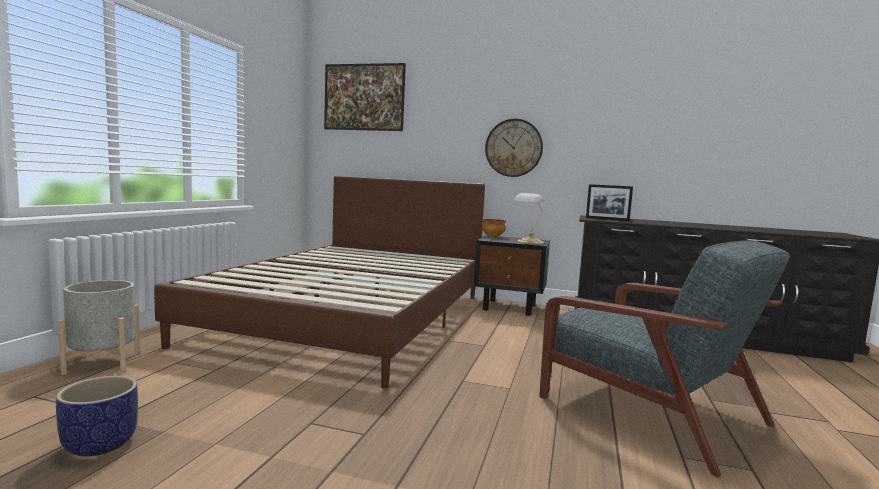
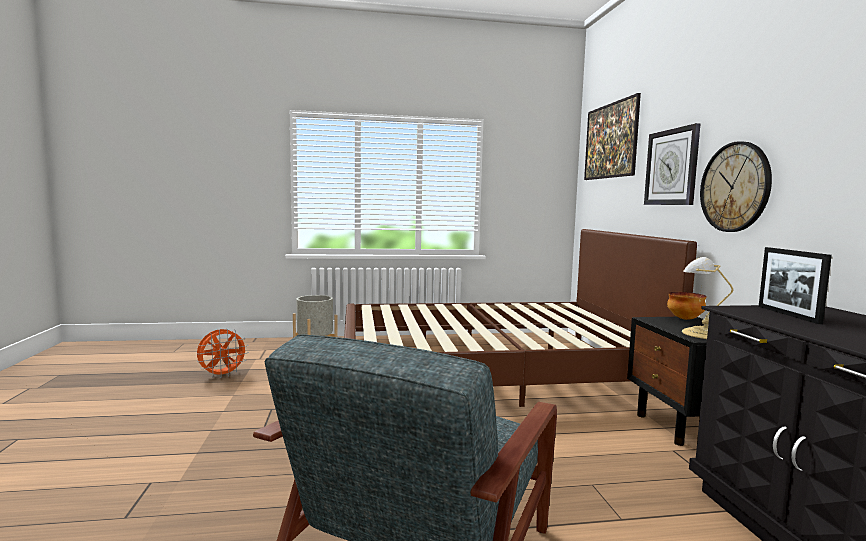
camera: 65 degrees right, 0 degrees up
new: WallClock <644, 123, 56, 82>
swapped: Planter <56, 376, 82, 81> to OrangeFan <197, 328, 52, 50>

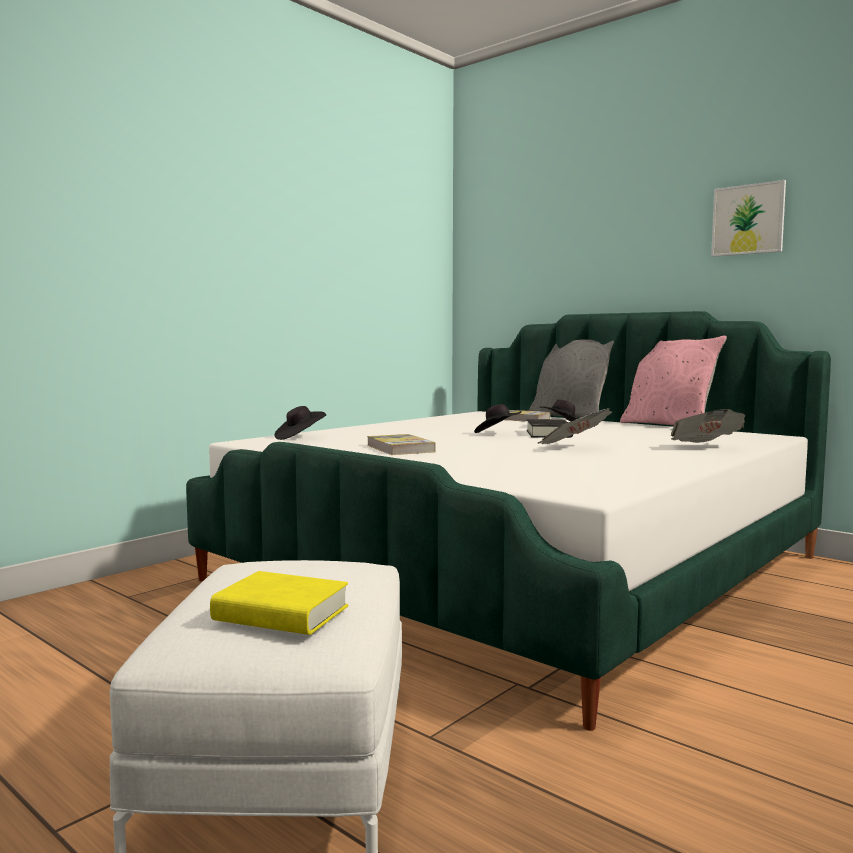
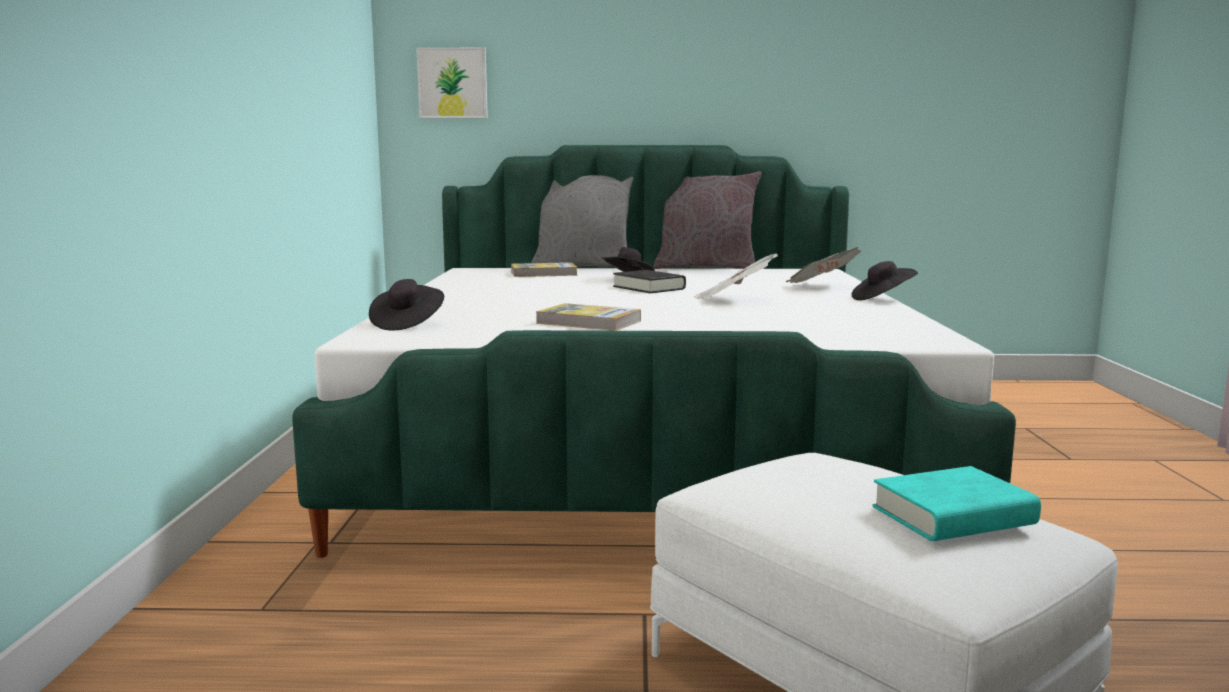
camera: 40 degrees left, 5 degrees up
shifted: BlackHat <474, 404, 48, 29> to <851, 261, 67, 39>; Picture <711, 180, 75, 77> to <416, 47, 72, 71>
repainted: YellowBook <210, 571, 138, 64> to TurquoiseBook <872, 466, 169, 75>; PinkPillow <620, 336, 107, 89> to GreyPillow <653, 171, 108, 98>

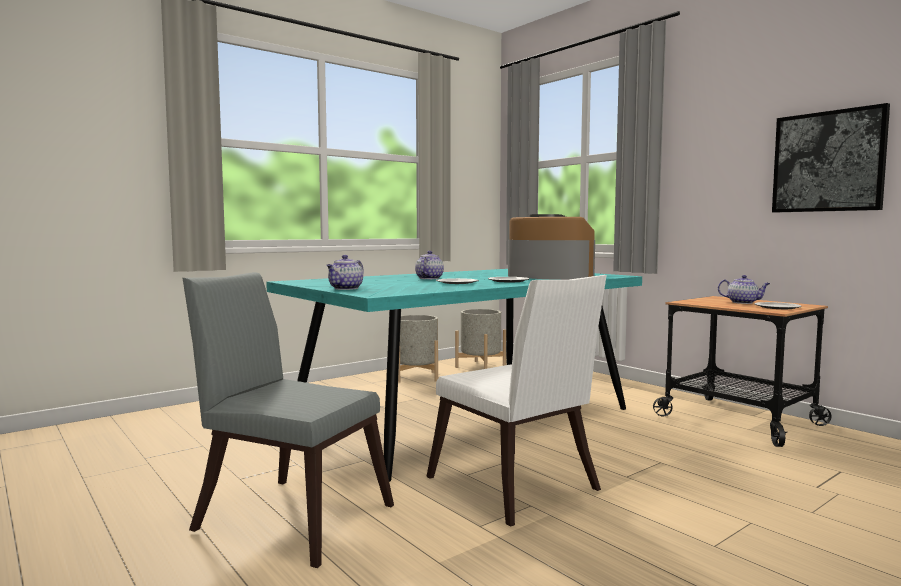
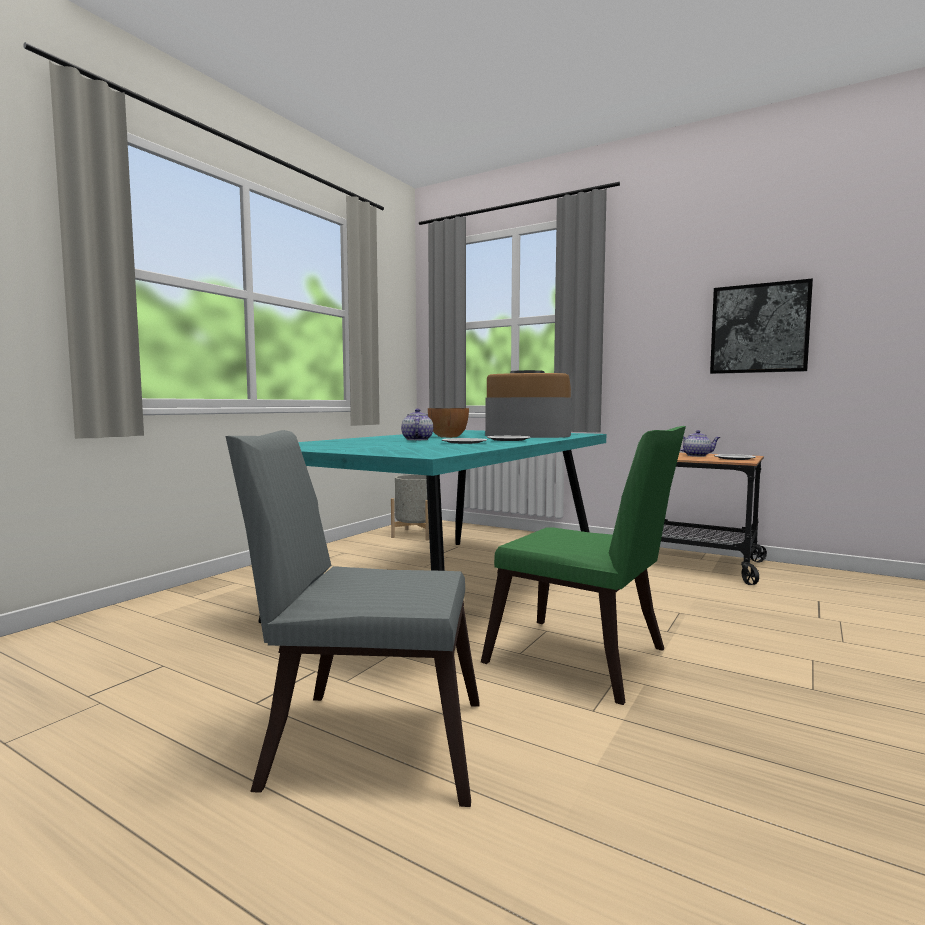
camera: 20 degrees left, 0 degrees up
gone: Teapot <326, 255, 38, 35>; GreyPlanter <398, 315, 40, 68>
new: Bowl <428, 408, 41, 30>
repainted: WhiteChair <426, 275, 181, 252> to GreenChair <481, 426, 205, 279>

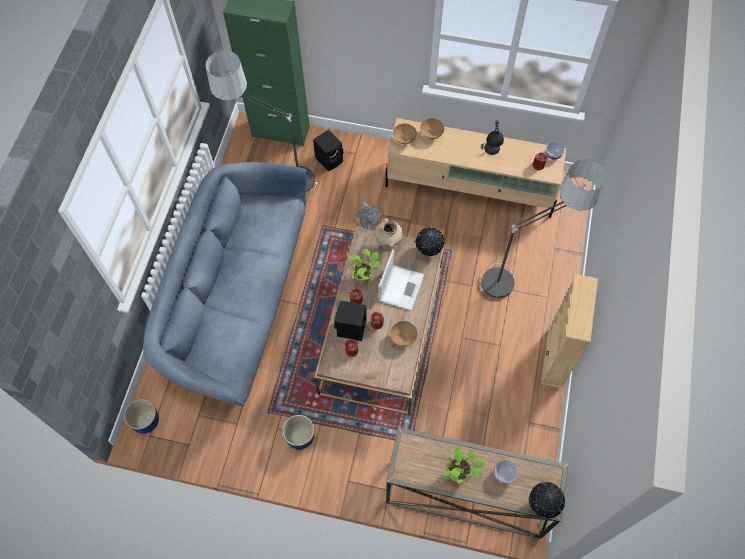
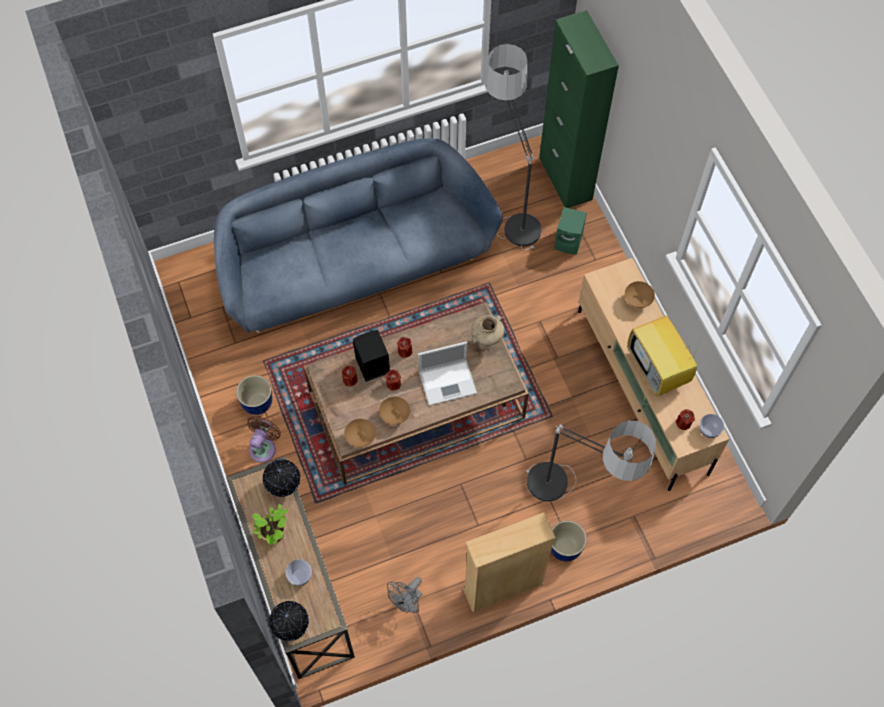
camera: 55 degrees right, 0 degrees up
gone: PottedPlant <349, 248, 32, 36>
new: BrownFan <247, 416, 34, 47>
shifted: Planter <124, 399, 35, 35> to <551, 521, 36, 41>; GreyFan <354, 201, 30, 29> to <387, 577, 35, 36>; BrownBowl <393, 124, 24, 20> to <344, 419, 32, 29>; Globe <415, 227, 29, 29> to <263, 459, 37, 38>
swapped: BlackTableLamp <481, 119, 23, 36> to Television <627, 316, 72, 81>
repainted: BlackSpeaker <313, 129, 31, 42> to GreenSpeaker <554, 207, 33, 47>

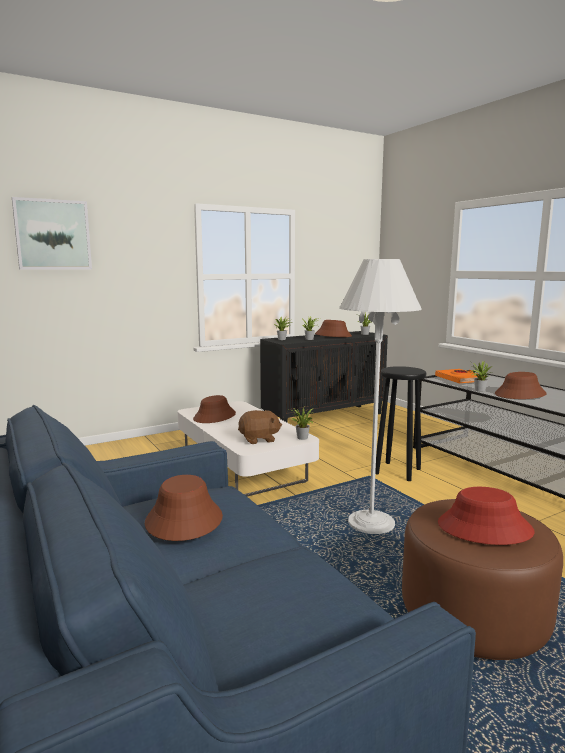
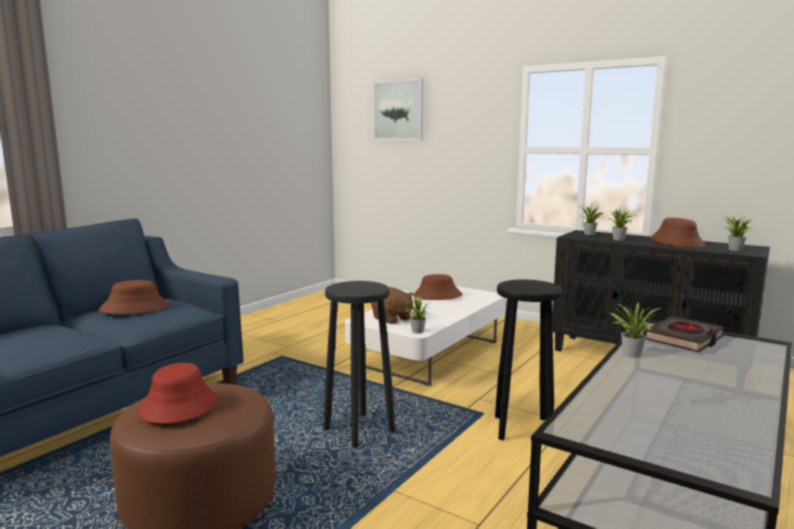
camera: 65 degrees right, 0 degrees up
gone: BrownHat <495, 372, 52, 27>
swapped: WhiteFloorLamp <339, 259, 83, 275> to BlackStool <324, 281, 71, 167>
repainted: OrangeBook <435, 369, 45, 14> to BlackBook <643, 316, 81, 36>

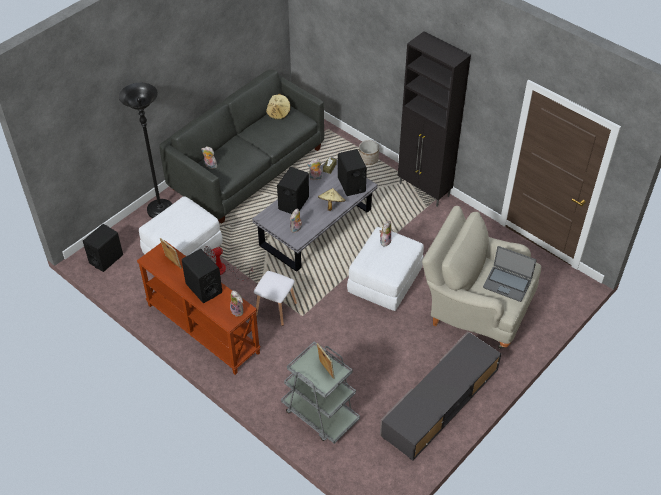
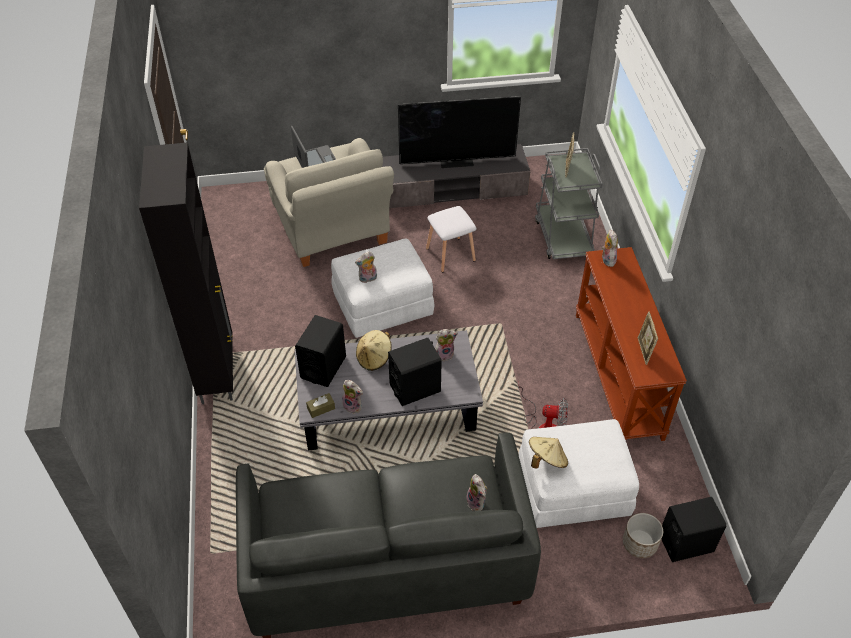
camera: 140 degrees left, 0 degrees up
gone: BlackFloorLamp <119, 83, 53, 135>; BlackSpeaker <182, 249, 40, 54>
new: Television <398, 96, 123, 72>
shifted: WhiteStool <254, 271, 43, 55> to <426, 206, 50, 66>; BeigeHat <266, 94, 25, 26> to <529, 437, 39, 31>; Planter <359, 140, 20, 25> to <623, 513, 40, 45>

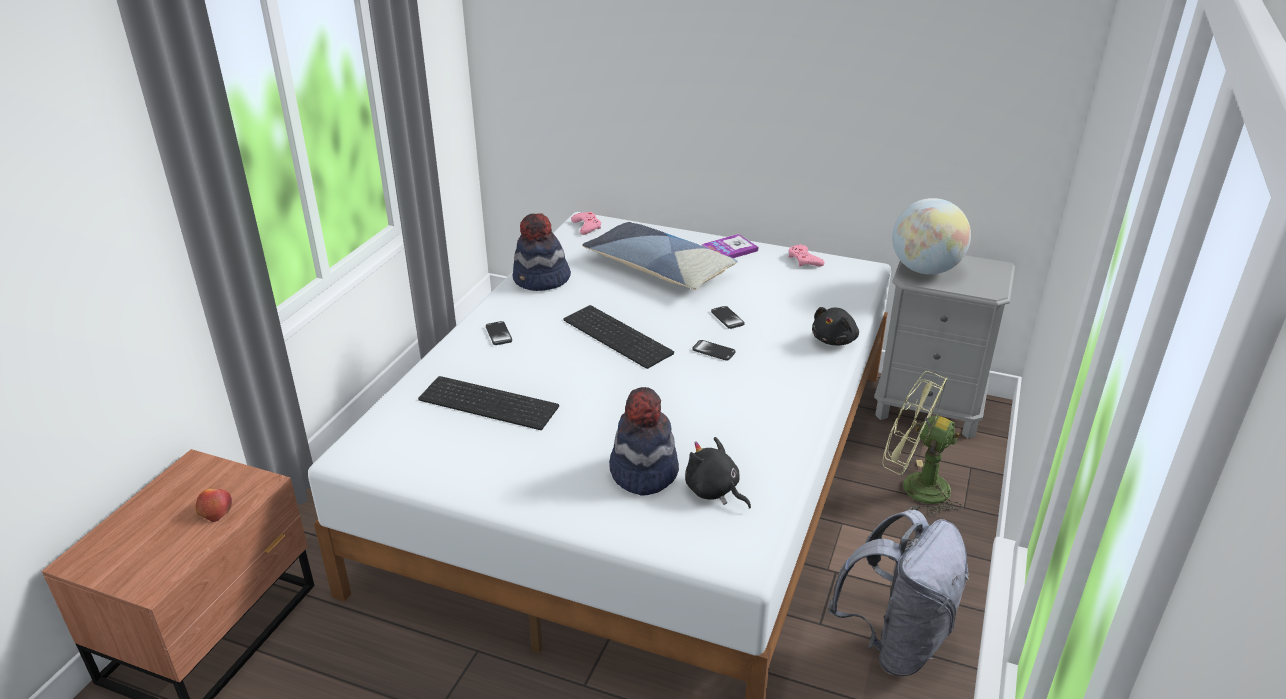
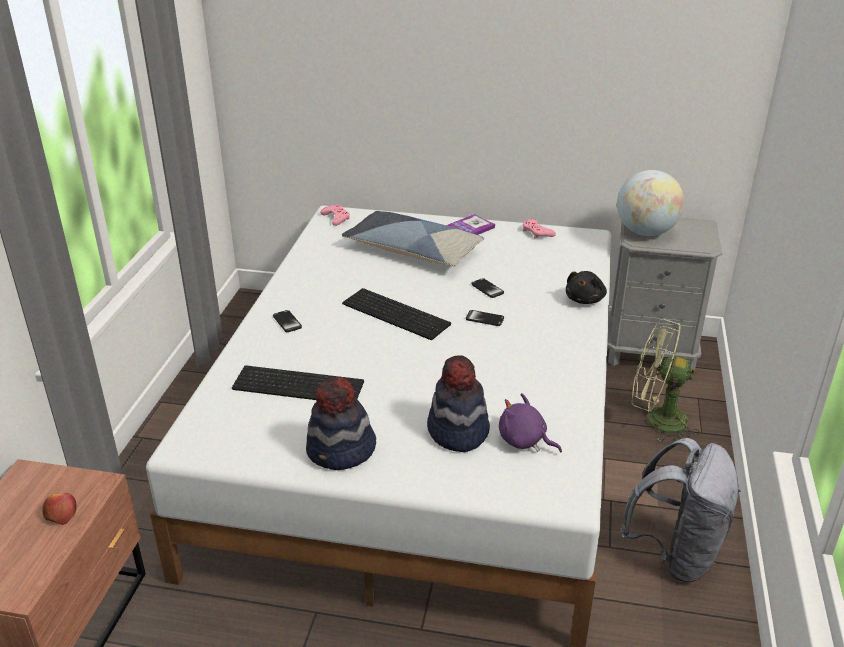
camera: 10 degrees left, 0 degrees up
shifted: Hat <513, 213, 58, 78> to <306, 376, 70, 94>
repainted: BlackPlushToy <685, 437, 66, 72> to PurplePlushToy <499, 393, 63, 60>

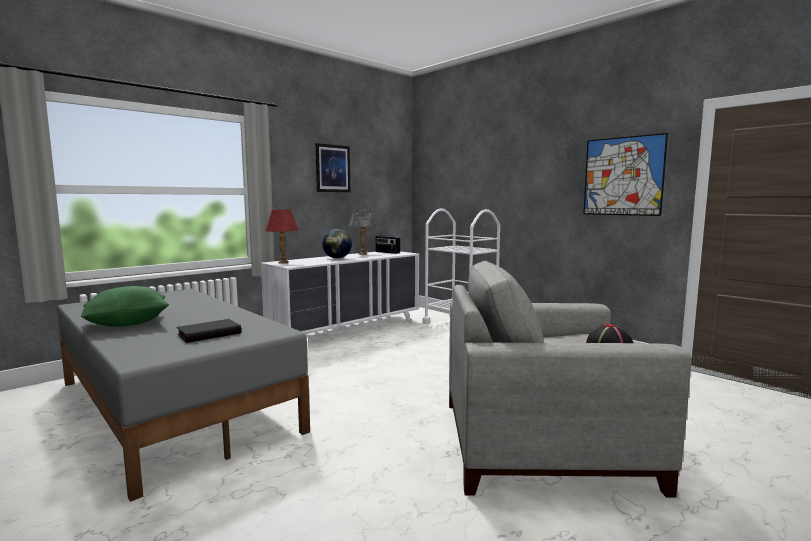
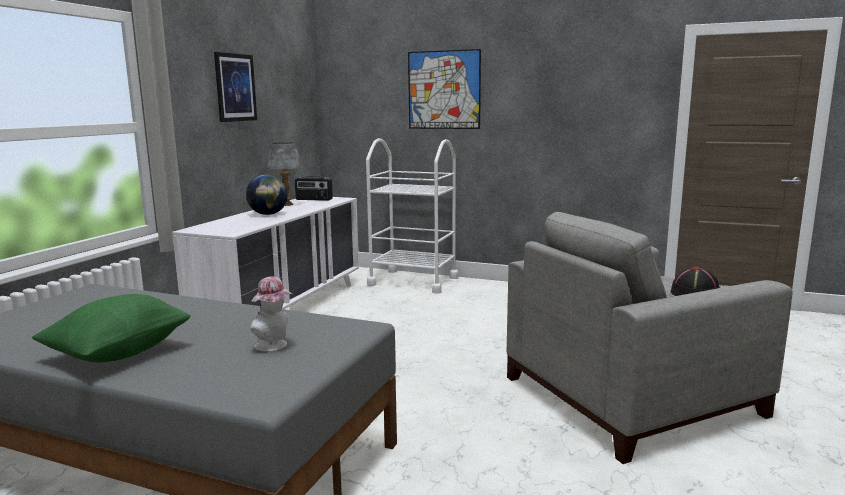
camera: 25 degrees left, 5 degrees up
gone: RedTableLamp <265, 210, 34, 53>
shifted: Picture <583, 133, 85, 83> to <408, 49, 73, 80>
swapped: BlackBook <177, 319, 64, 24> to Hat <250, 276, 43, 76>

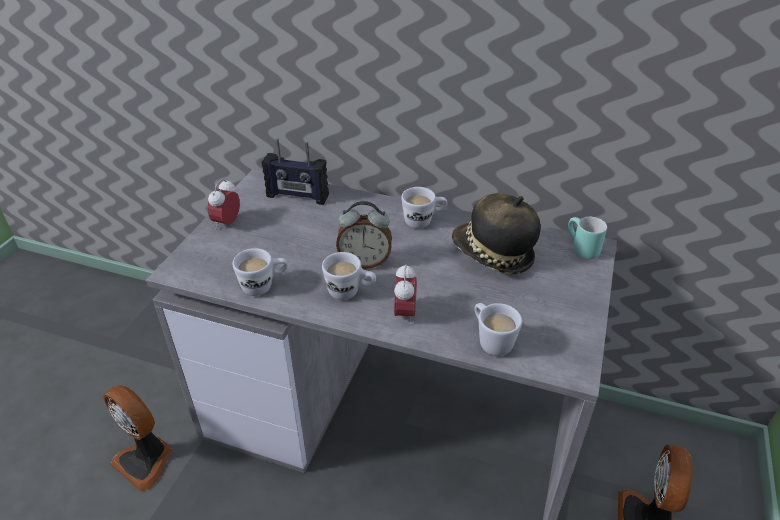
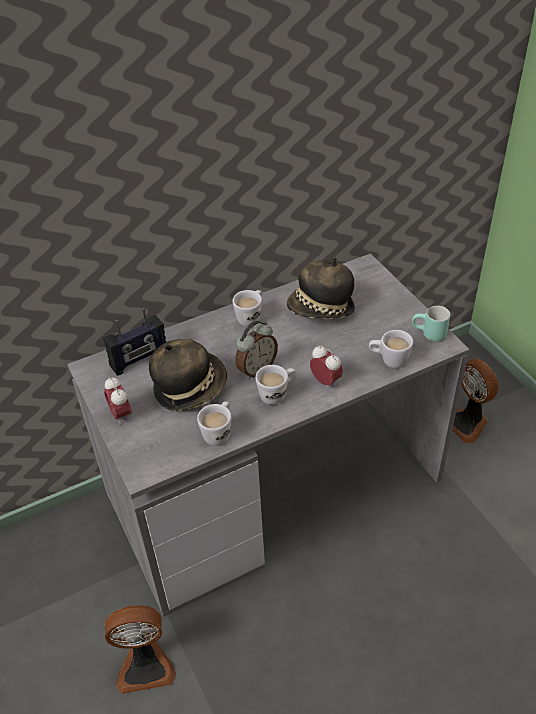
camera: 45 degrees left, 5 degrees up
new: Hat <149, 339, 78, 72>
shifted: TurquoiseMug <568, 217, 39, 43> to <412, 306, 38, 36>

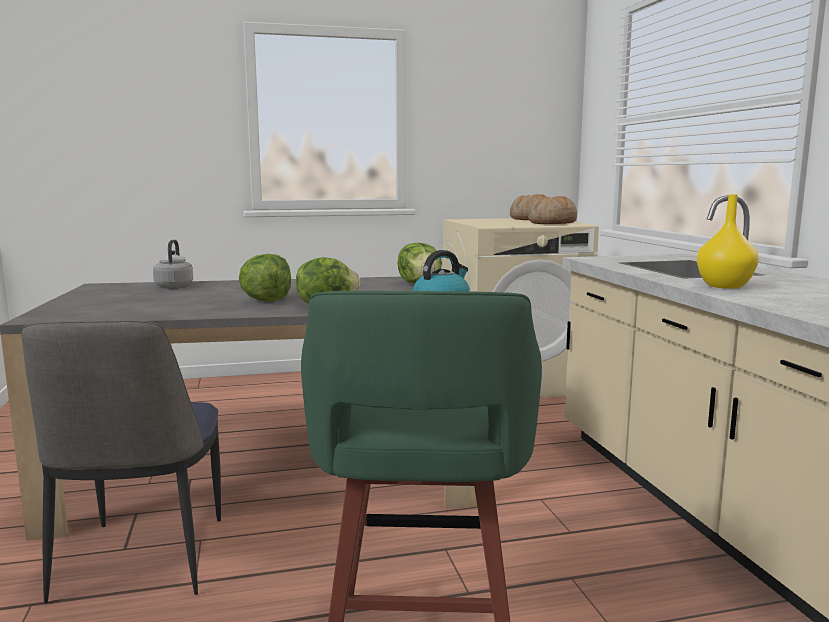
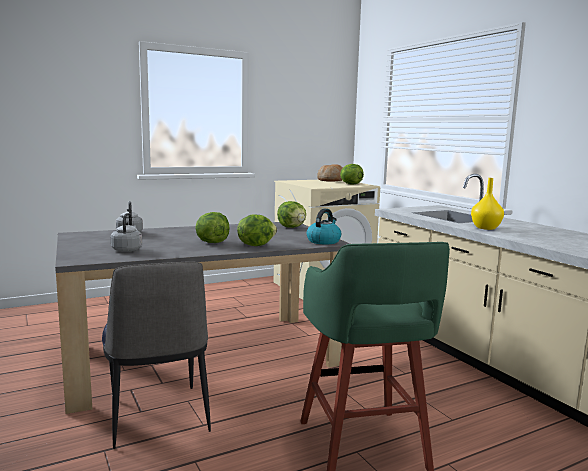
camera: 15 degrees left, 0 degrees up
new: GreyKettle <111, 213, 31, 39>
swapped: Bread <528, 196, 49, 28> to Lettuce <340, 164, 24, 21>

